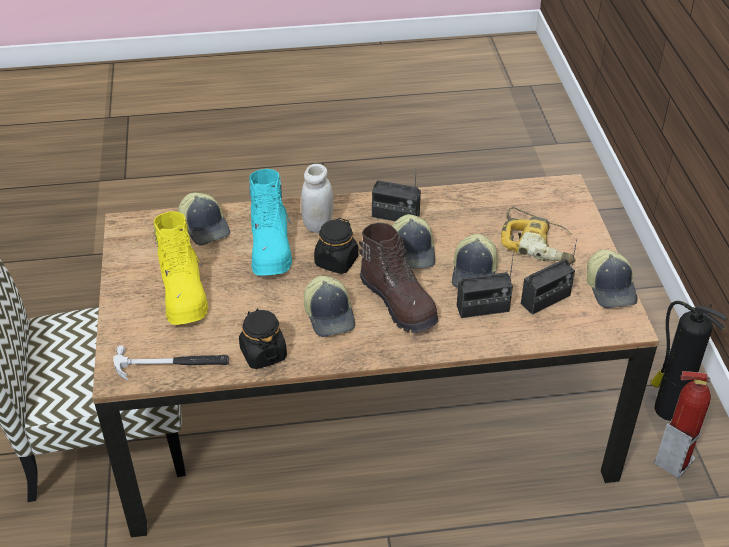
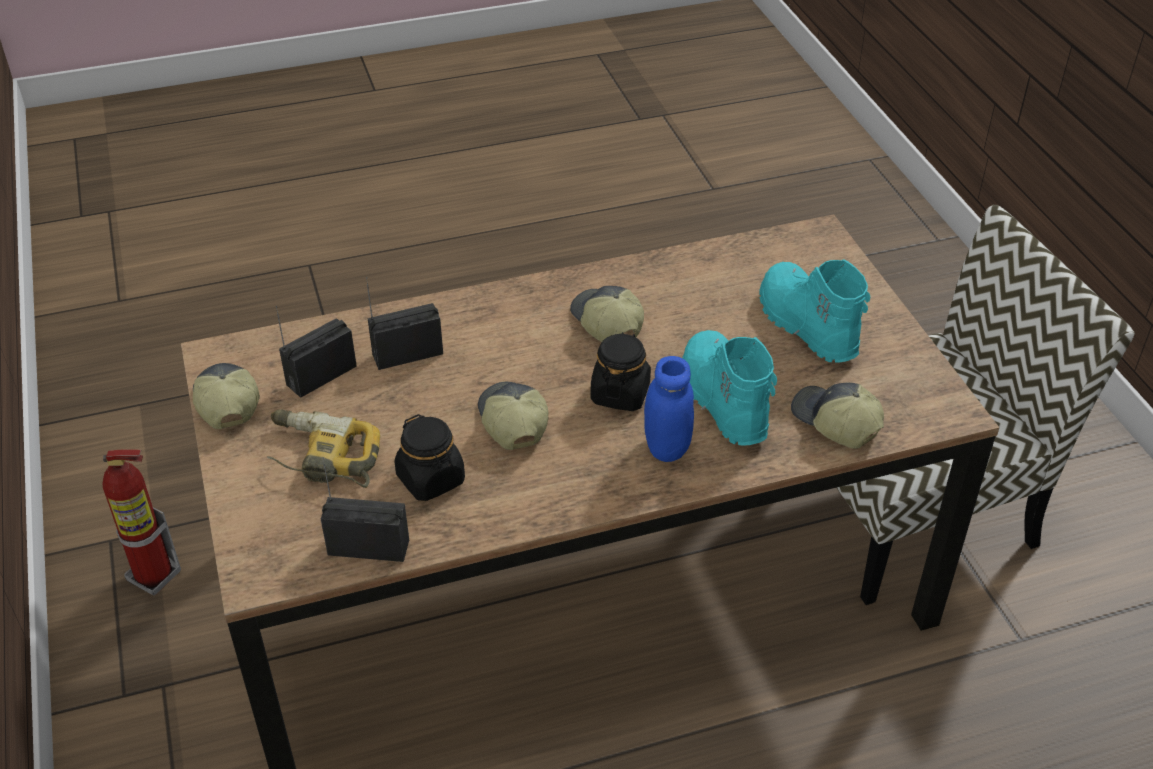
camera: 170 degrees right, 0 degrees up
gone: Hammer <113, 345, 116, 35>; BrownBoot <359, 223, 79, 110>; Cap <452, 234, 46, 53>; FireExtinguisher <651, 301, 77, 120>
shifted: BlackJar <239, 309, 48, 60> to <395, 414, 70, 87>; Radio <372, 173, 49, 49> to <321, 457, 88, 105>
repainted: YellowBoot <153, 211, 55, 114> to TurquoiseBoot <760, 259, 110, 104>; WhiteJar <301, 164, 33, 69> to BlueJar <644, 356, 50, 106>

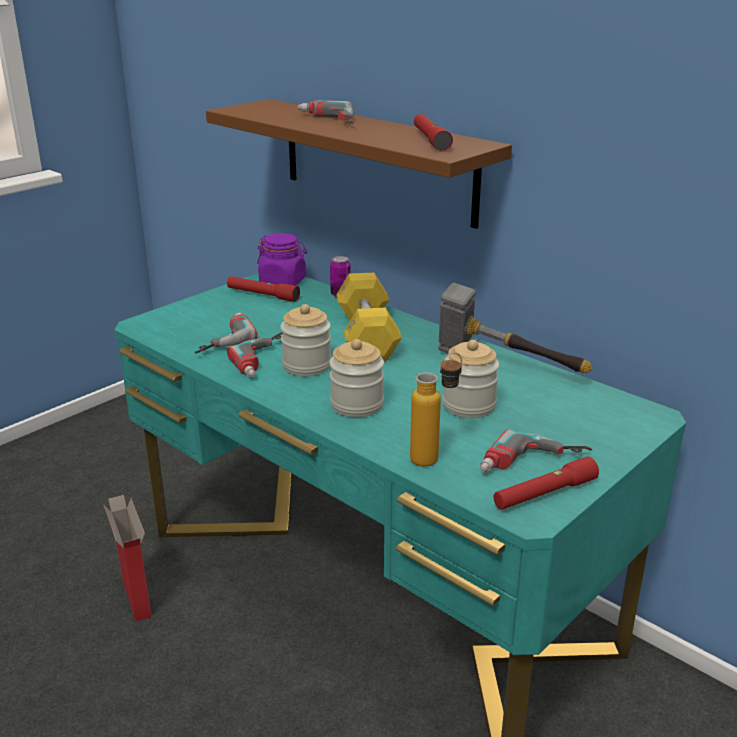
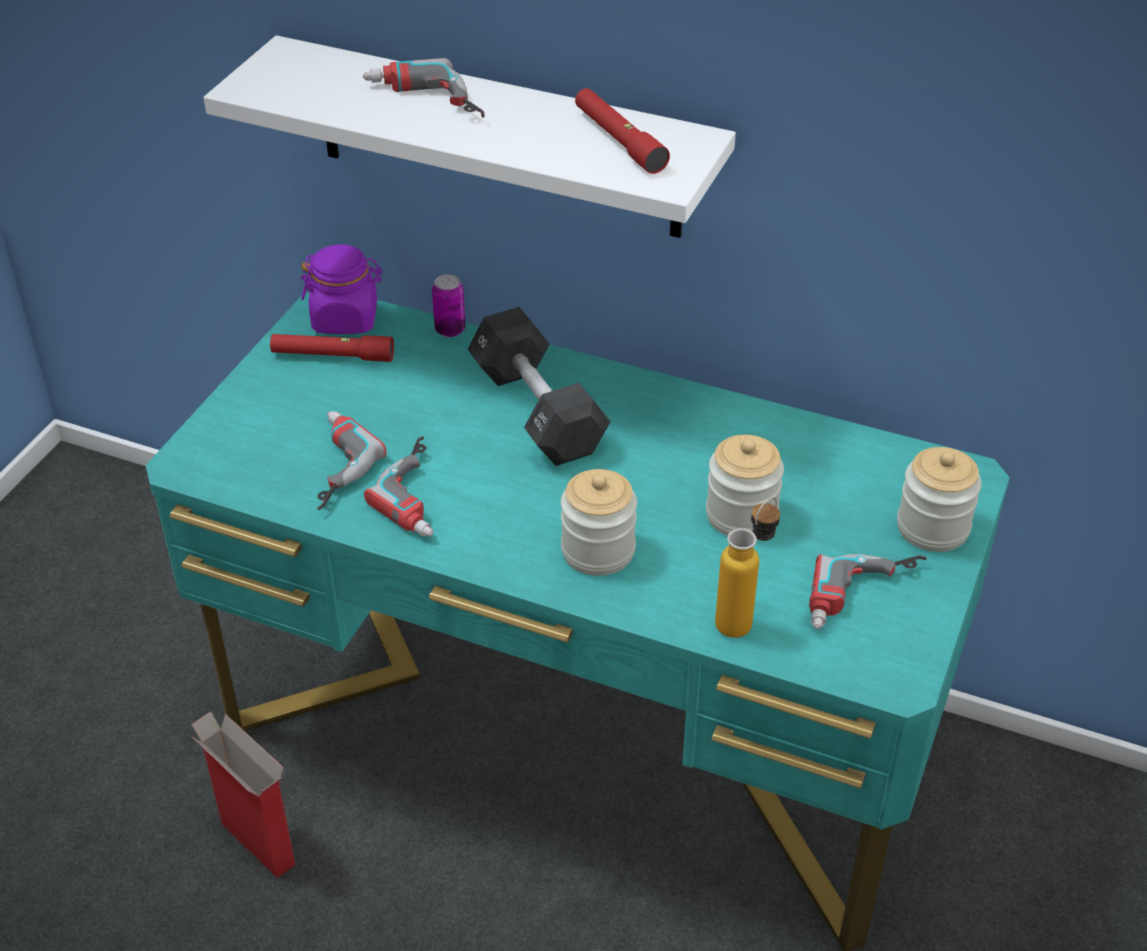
camera: 20 degrees left, 15 degrees up
gone: Hammer <438, 283, 154, 90>; RedFlashlight <494, 456, 105, 54>
shifted: Jar <280, 304, 51, 72> to <897, 447, 85, 105>
repainted: BrownShelf <206, 99, 306, 130> to WhiteShelf <204, 35, 532, 203>; YellowDumbbell <336, 273, 66, 88> to BlackDumbbell <468, 307, 143, 159>

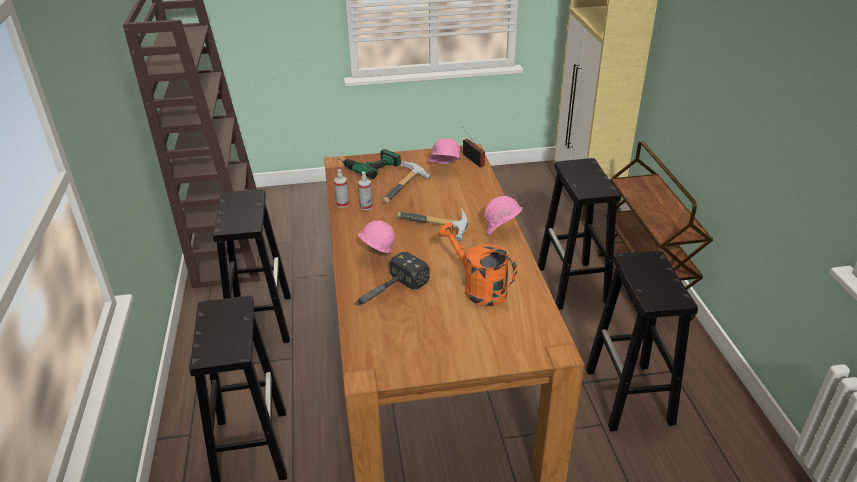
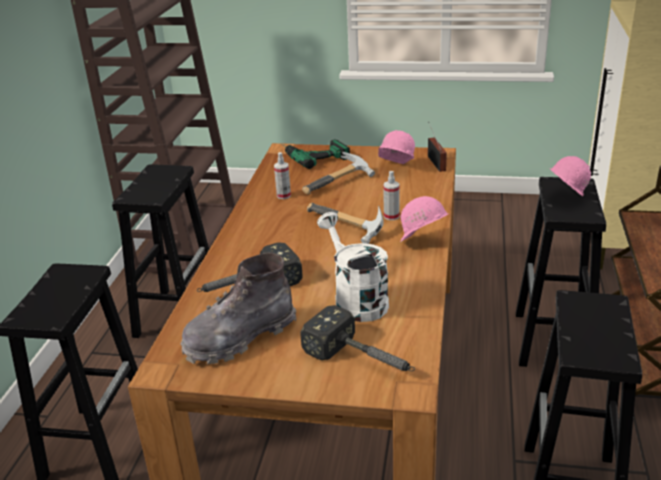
camera: 20 degrees right, 5 degrees down
new: GreyBoot <181, 252, 115, 112>; Hammer <300, 305, 115, 66>
shifted: SprayBottle <334, 169, 15, 39> to <383, 171, 16, 49>; PinkHardHat <358, 220, 37, 33> to <549, 156, 42, 40>
repainted: OrangeWateringCan <438, 222, 79, 84> to WhiteWateringCan <317, 212, 72, 110>

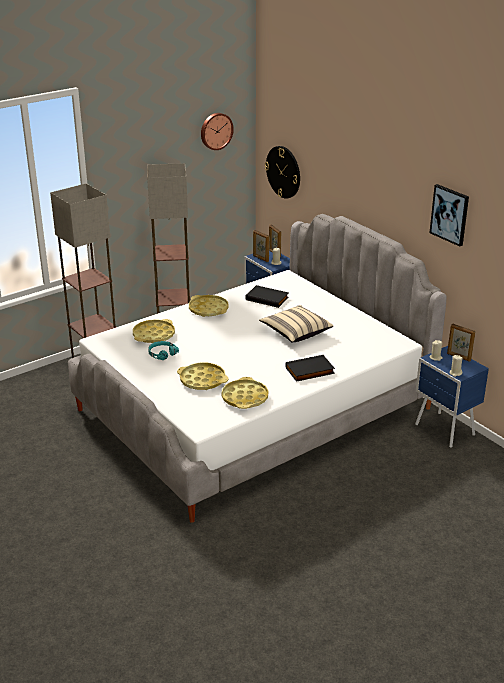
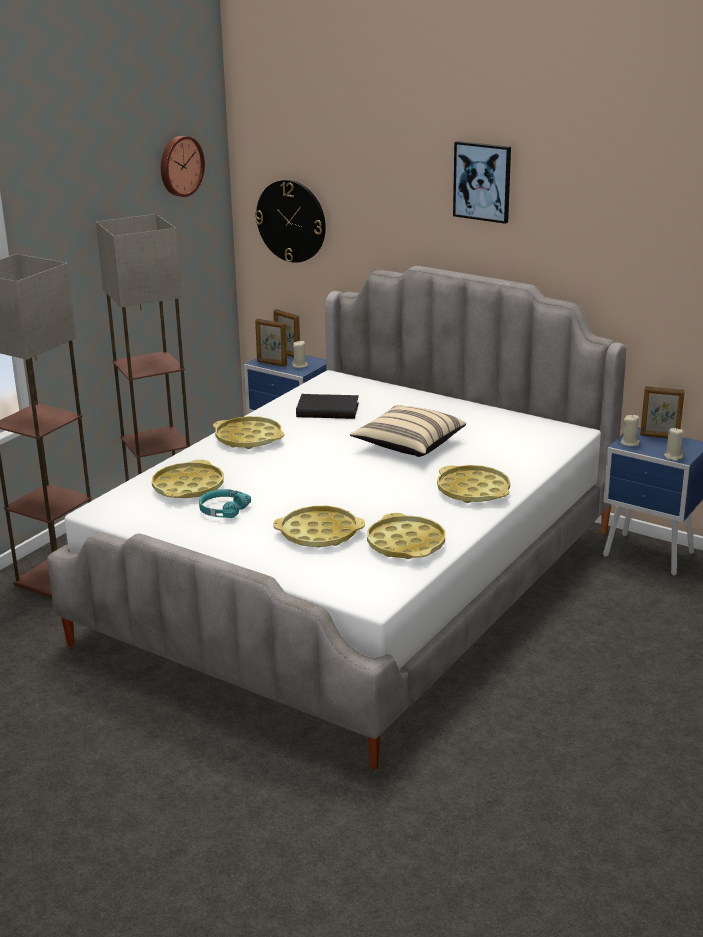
camera: 20 degrees left, 5 degrees down
shifted: Picture <430, 184, 39, 62> to <453, 141, 58, 83>
swapped: BlackBook <285, 355, 50, 27> to YellowTray <437, 465, 73, 38>

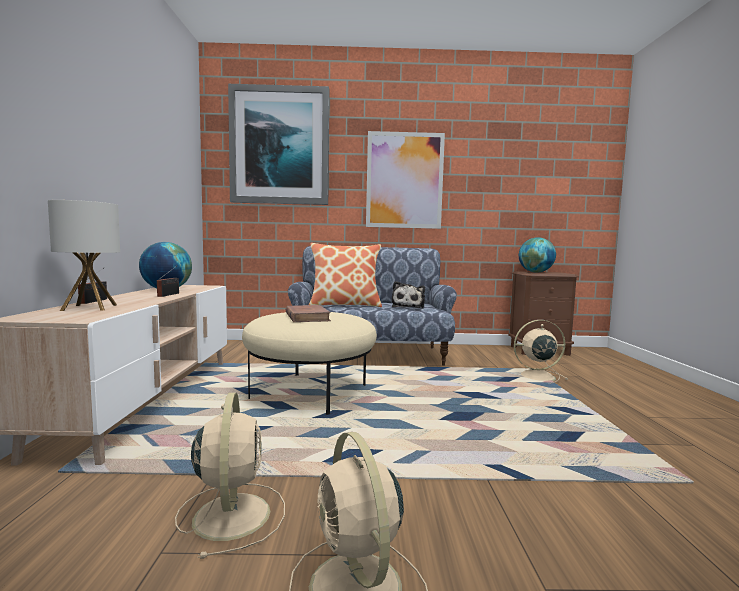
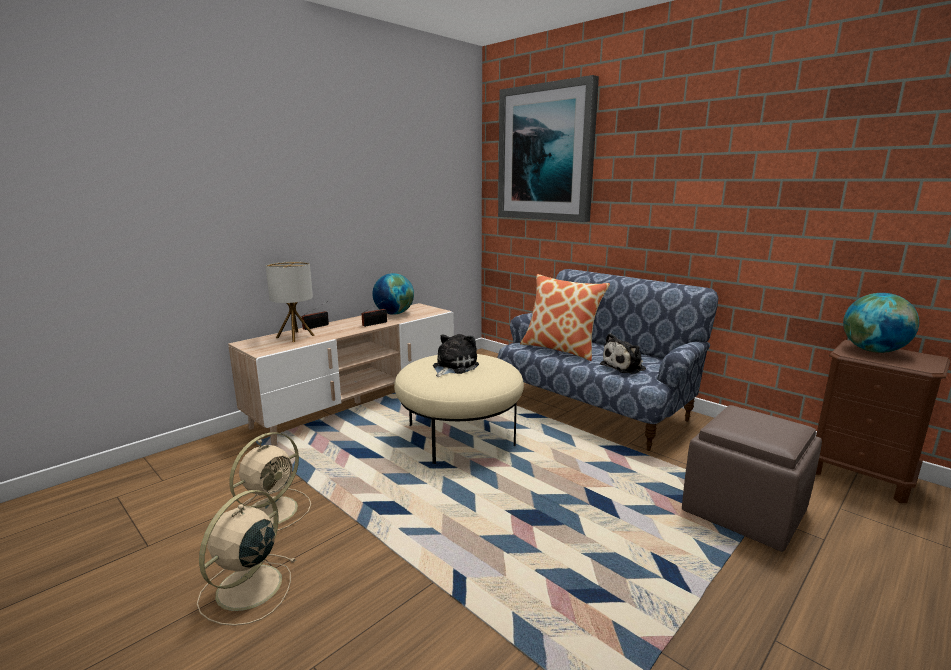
camera: 45 degrees right, 10 degrees up
gone: Picture <366, 131, 79, 98>
swapped: BrownBook <286, 305, 45, 17> to PlushToy <433, 334, 46, 43>; BeigeFan <514, 320, 54, 64> to BrownOttoman <682, 405, 140, 147>

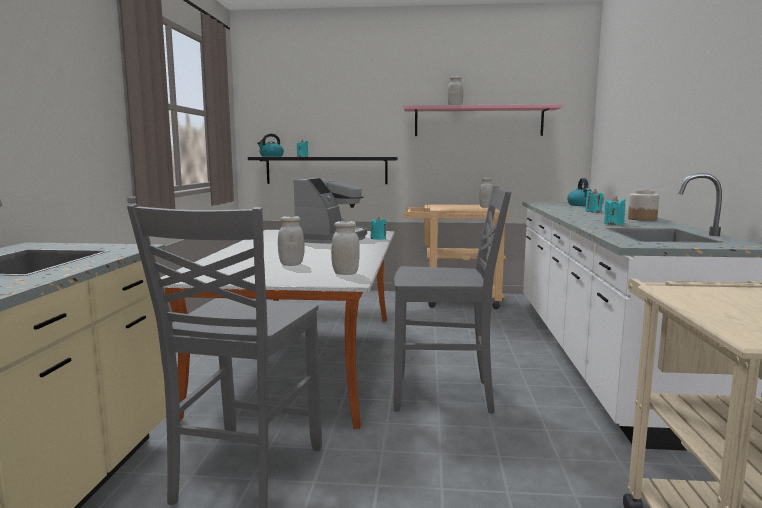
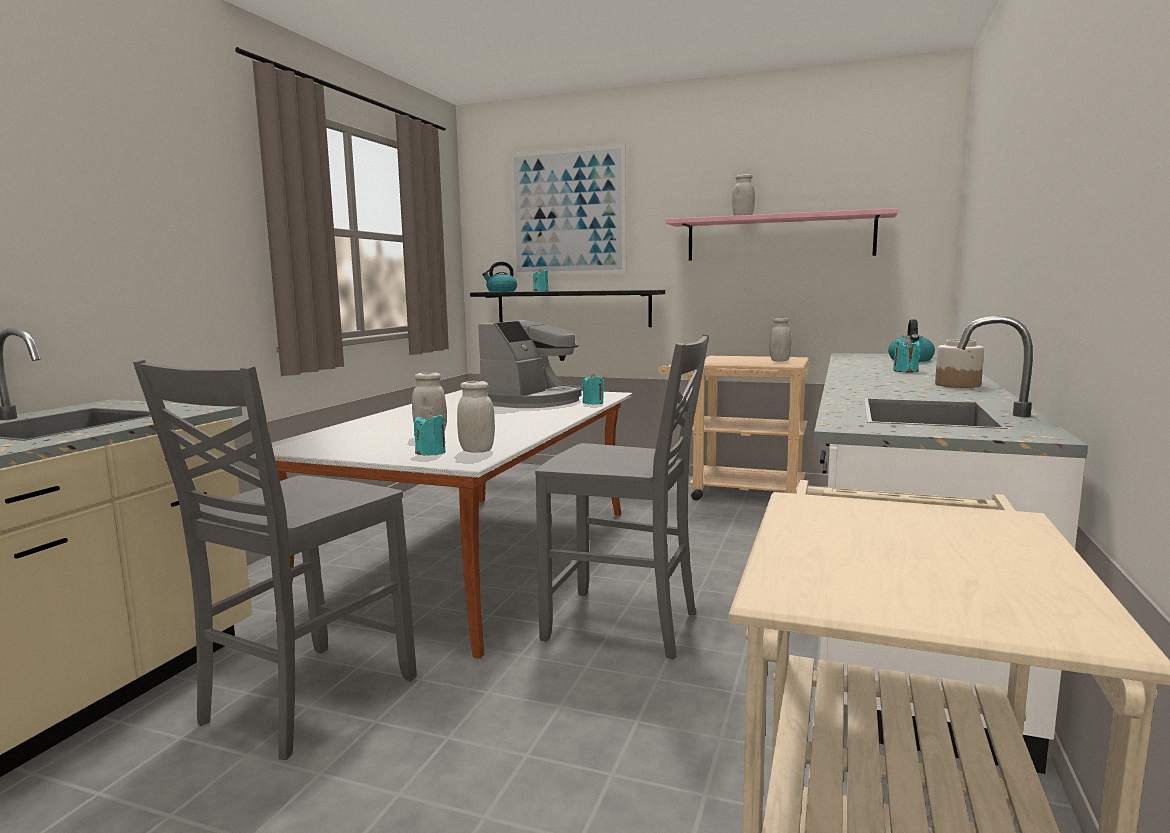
camera: 15 degrees right, 0 degrees up
new: Picture <510, 144, 116, 132>
shifted: TurquoiseCandle <604, 196, 21, 29> to <414, 411, 32, 45>

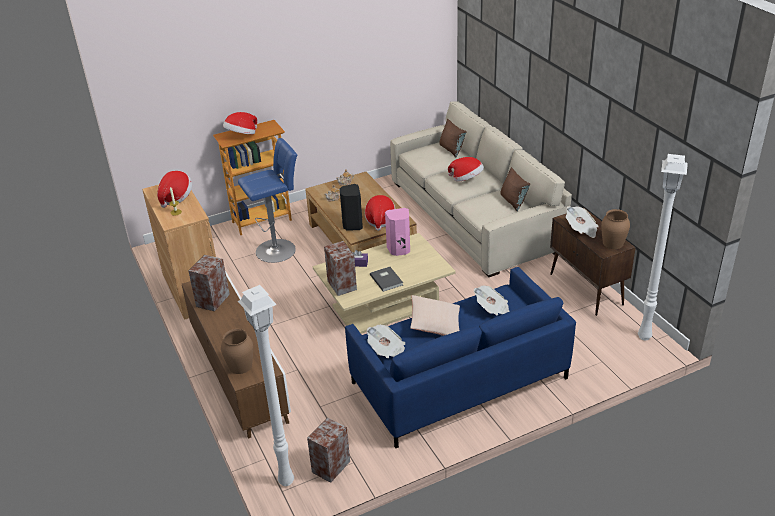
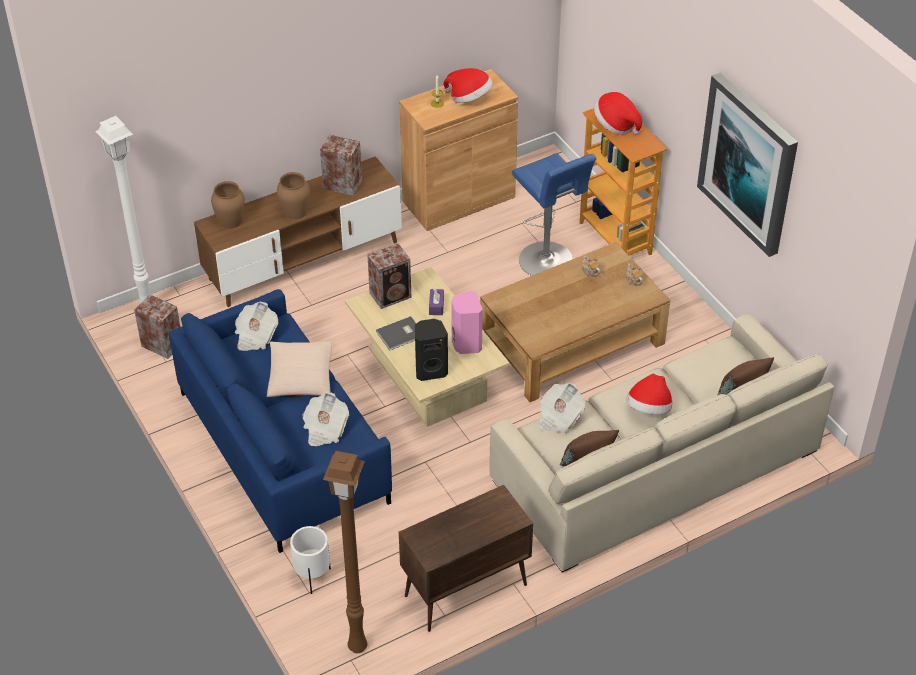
camera: 85 degrees right, 10 degrees up
gone: Hat <365, 195, 30, 36>
new: WhitePlanter <290, 526, 41, 68>; Picture <697, 73, 101, 184>
shifted: BlackSpeaker <340, 184, 23, 47> to <415, 319, 33, 62>; Newspaper <566, 206, 33, 32> to <538, 383, 47, 50>; BrownVase <601, 209, 29, 40> to <277, 172, 33, 47>
repainted: WhiteFloorLamp <638, 154, 50, 186> to BrownFloorLamp <323, 451, 45, 202>

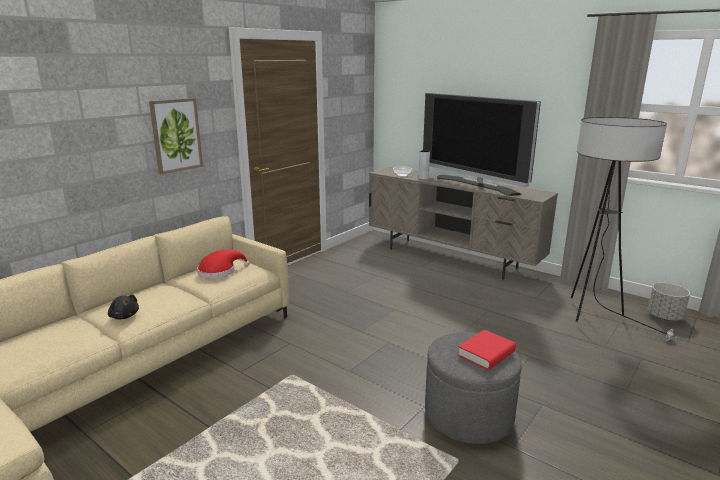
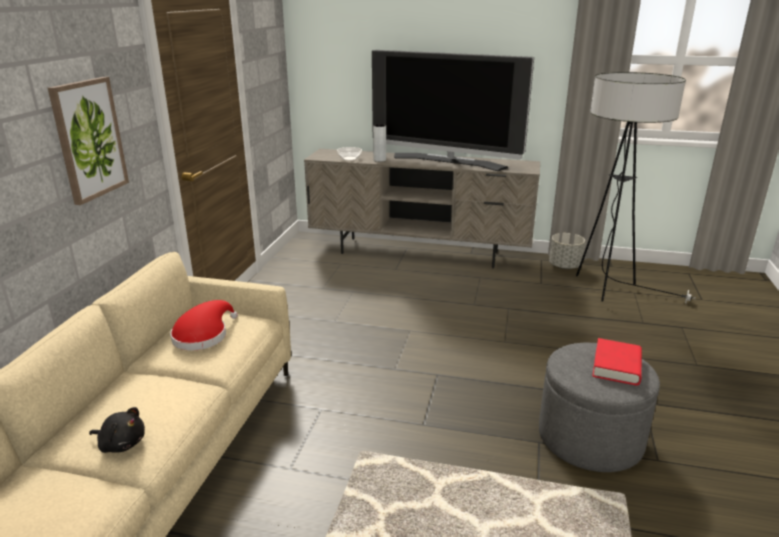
camera: 25 degrees left, 5 degrees up
shifted: GreyPlanter <648, 283, 42, 38> to <549, 233, 36, 36>

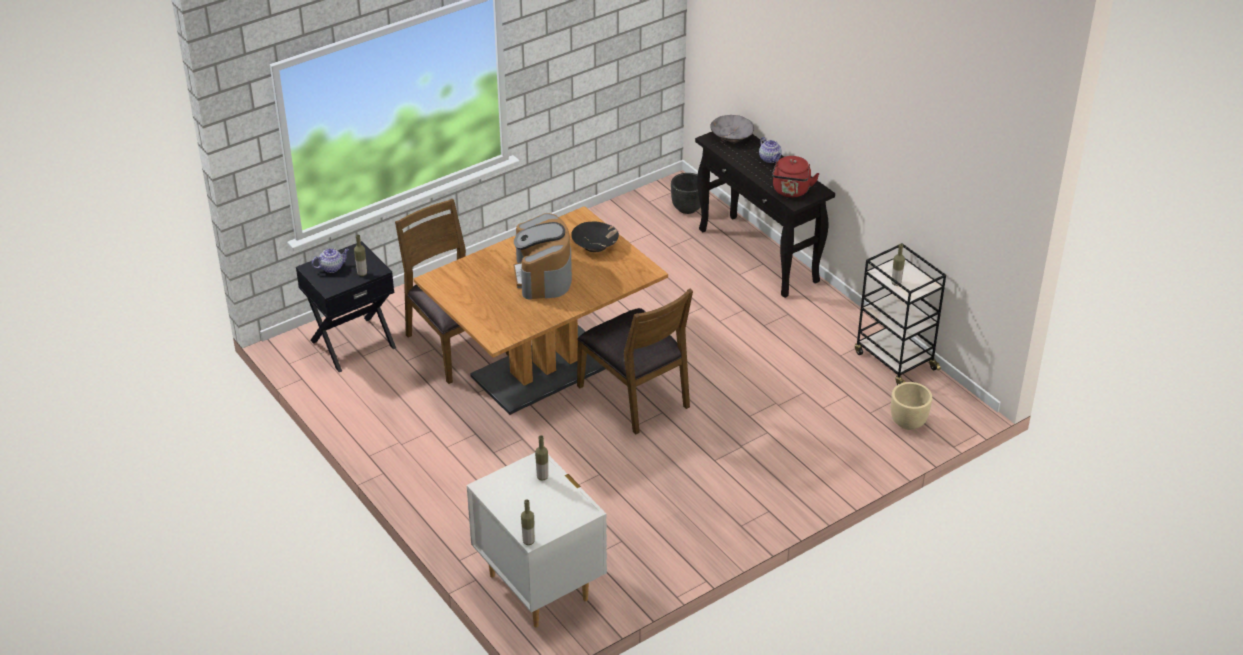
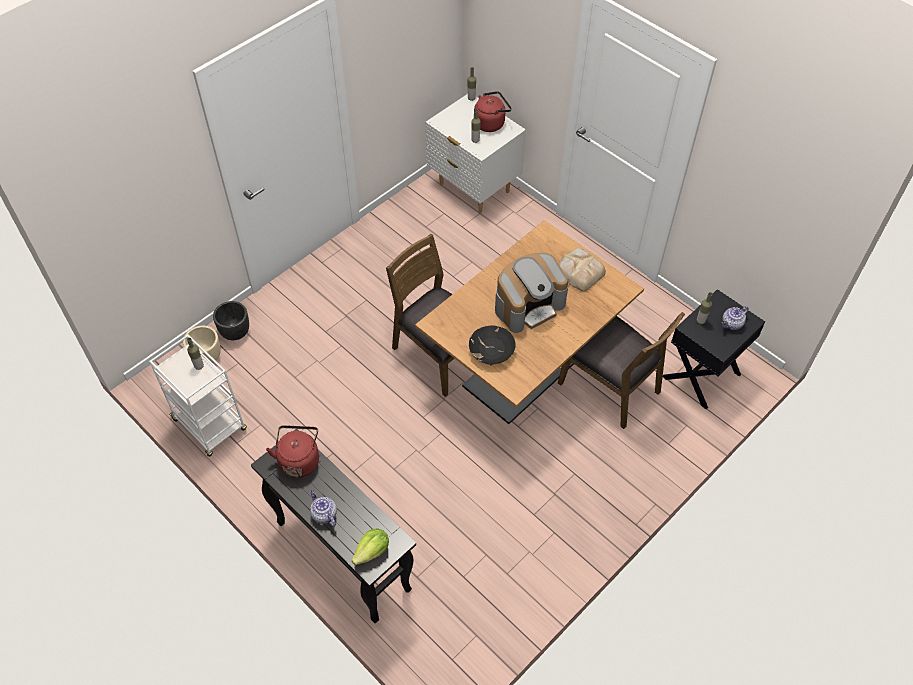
camera: 170 degrees right, 15 degrees up
new: RedKettle <474, 91, 38, 41>; Bread <558, 248, 48, 43>
shifted: BlackPlanter <671, 173, 30, 41> to <213, 301, 36, 39>
swapped: GreyBowl <710, 115, 44, 28> to Lettuce <352, 528, 37, 37>
repainted: BlackCart <855, 243, 91, 142> to WhiteCart <149, 335, 98, 122>
rotated: CoffeeMachine <514, 213, 58, 87> = <495, 253, 73, 80> 75 degrees clockwise

